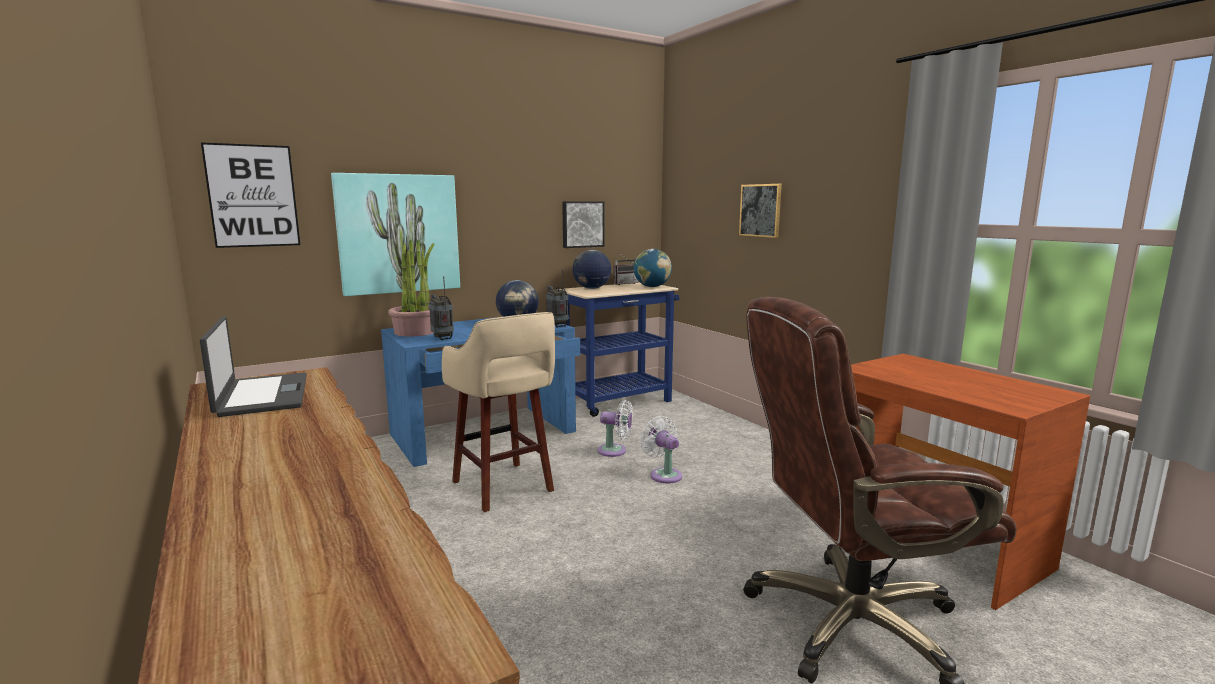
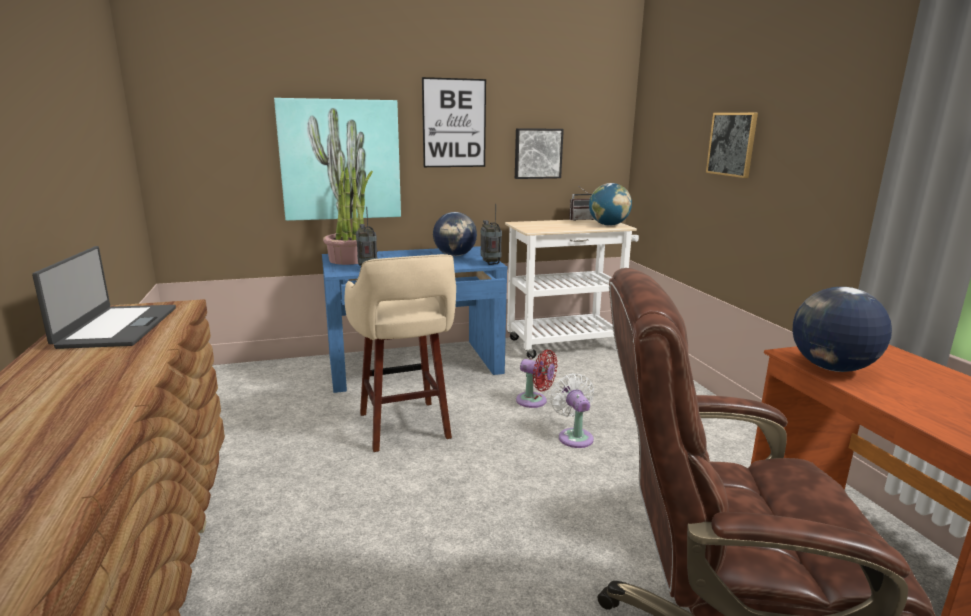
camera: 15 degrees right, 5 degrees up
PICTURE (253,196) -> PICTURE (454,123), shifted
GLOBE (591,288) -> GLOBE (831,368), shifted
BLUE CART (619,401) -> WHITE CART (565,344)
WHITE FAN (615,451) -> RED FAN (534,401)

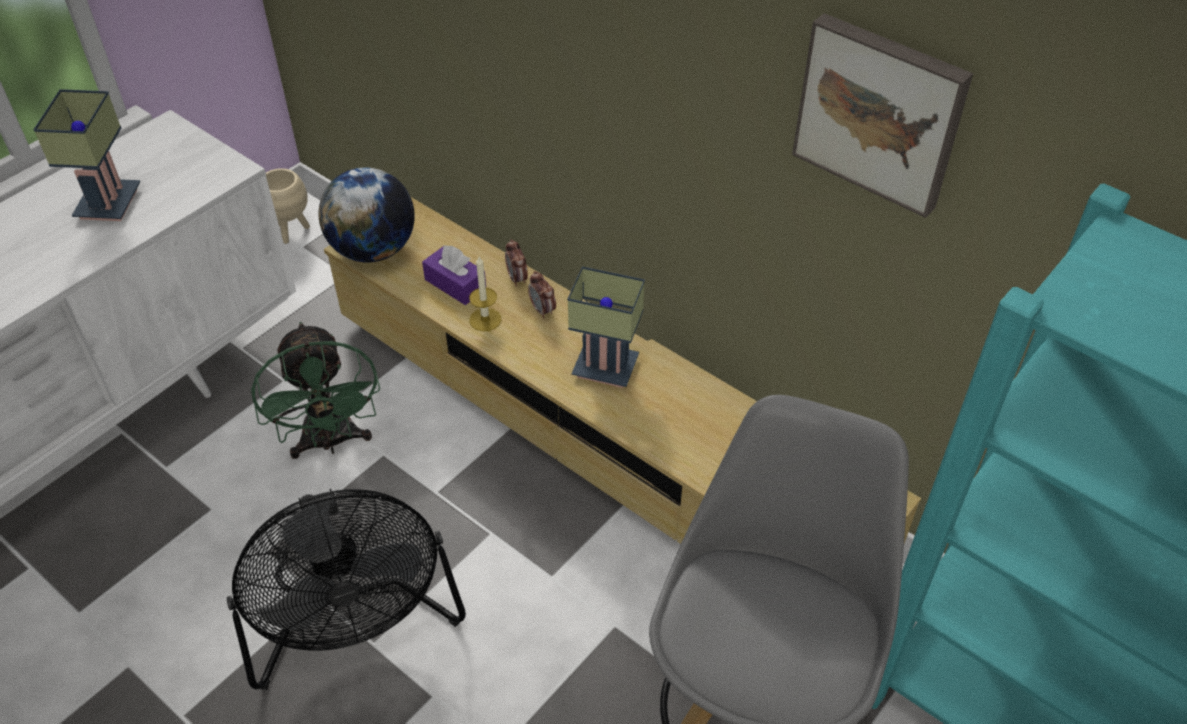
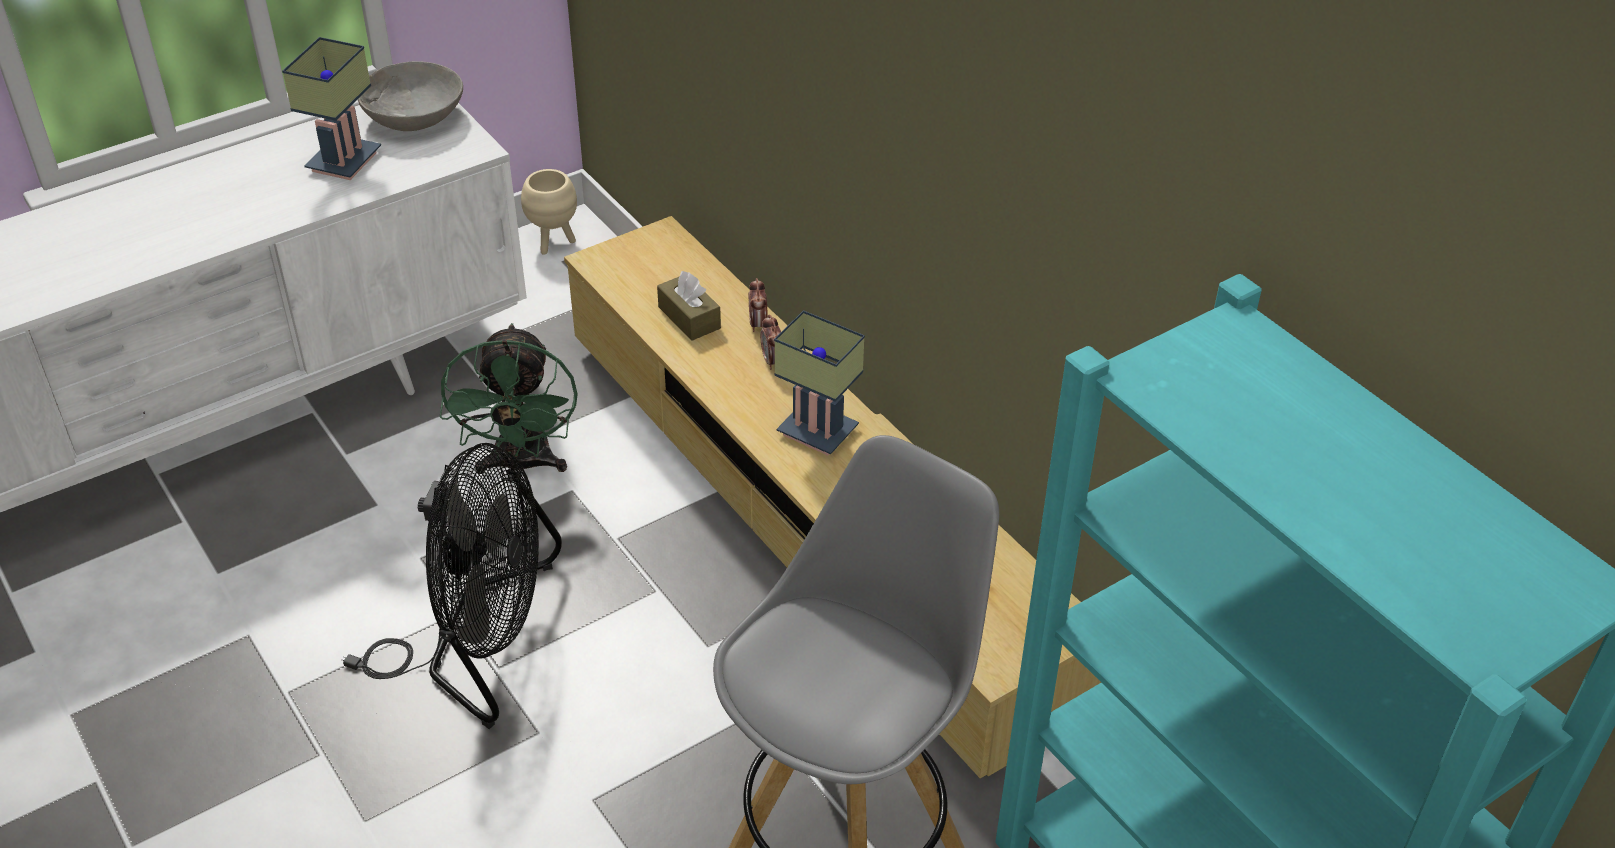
camera: 15 degrees right, 5 degrees down
PICTURE (880,112) -> none
GLOBE (373,250) -> none
PURPLE TISSUE BOX (455,284) -> BROWN TISSUE BOX (689,318)
CANDLE (485,319) -> none
BLACK FAN (345,622) -> BLACK FAN (476,643), 75 degrees counterclockwise
none -> GREY BOWL (414,117)

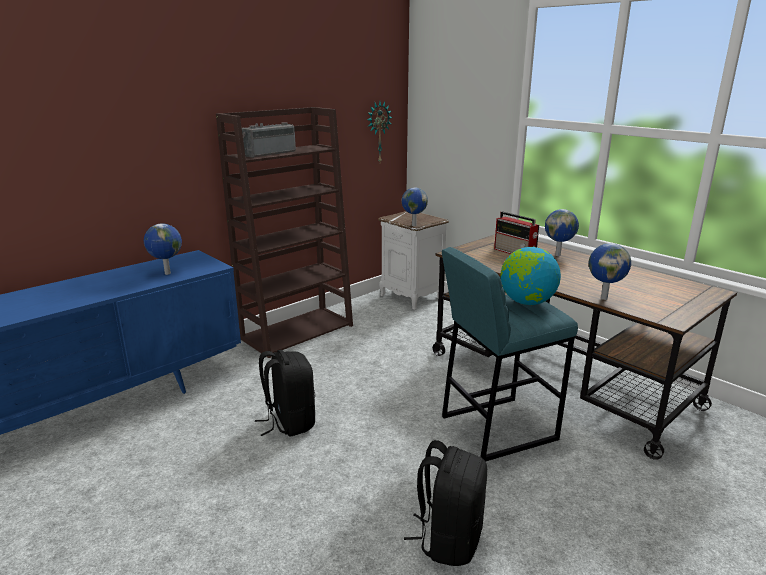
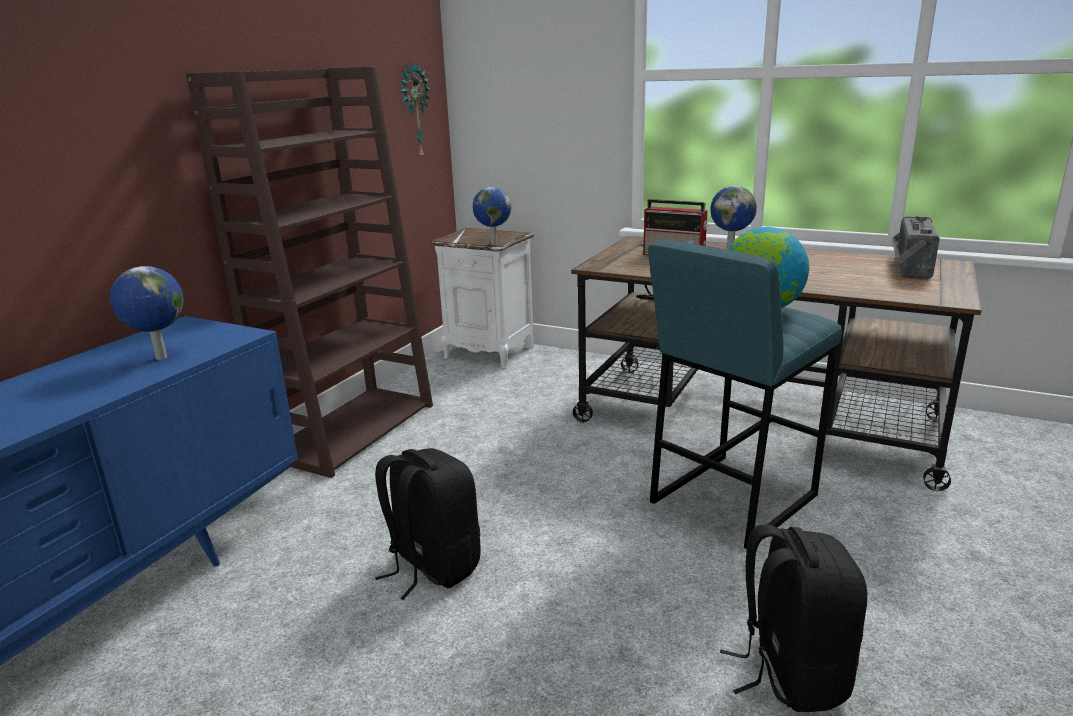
camera: 20 degrees left, 0 degrees up
RADIO (268,153) -> RADIO (907,267), shifted
GLOBE (604,298) -> none

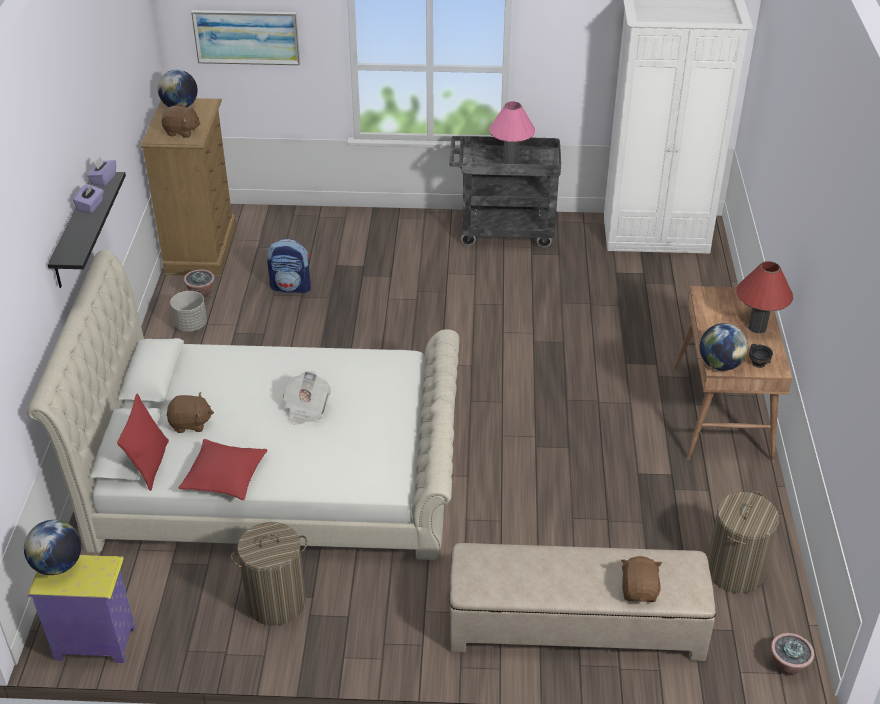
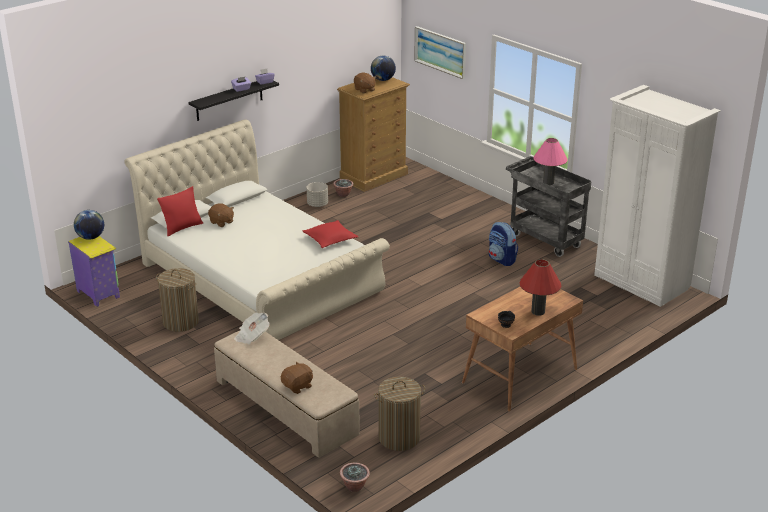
camera: 45 degrees right, 10 degrees down
BACKPACK (291,287) -> BACKPACK (502,260), shifted
GLOBE (720,365) -> none
NEWSPAPER (306,408) -> NEWSPAPER (252,336), shifted
RED PILLOW (224,476) -> RED PILLOW (330,239), shifted

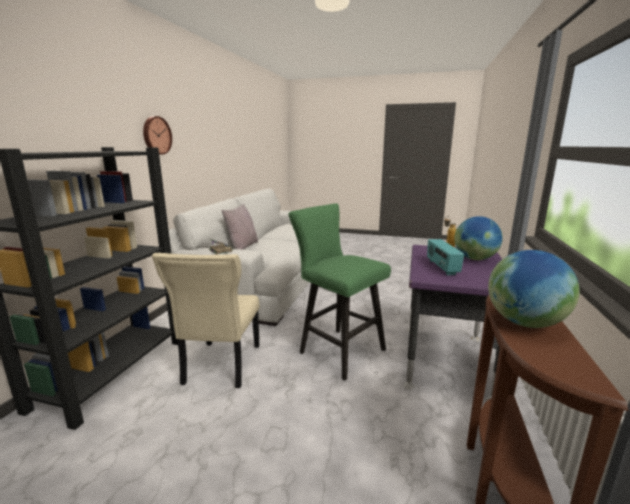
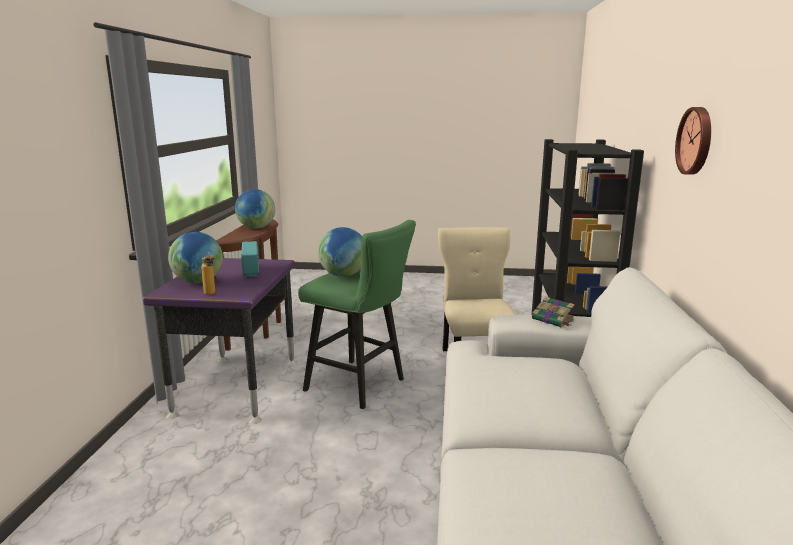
camera: 170 degrees right, 0 degrees up
PURPLE PILLOW (243,247) -> none
none -> GLOBE (343,275)

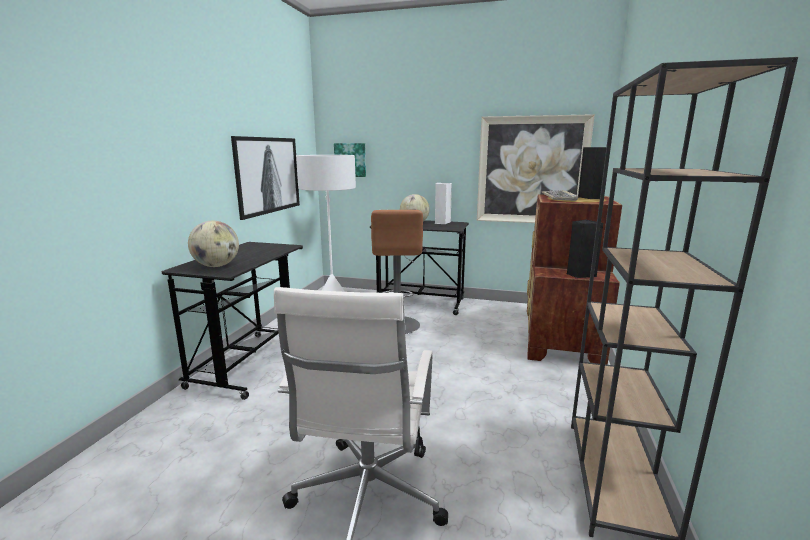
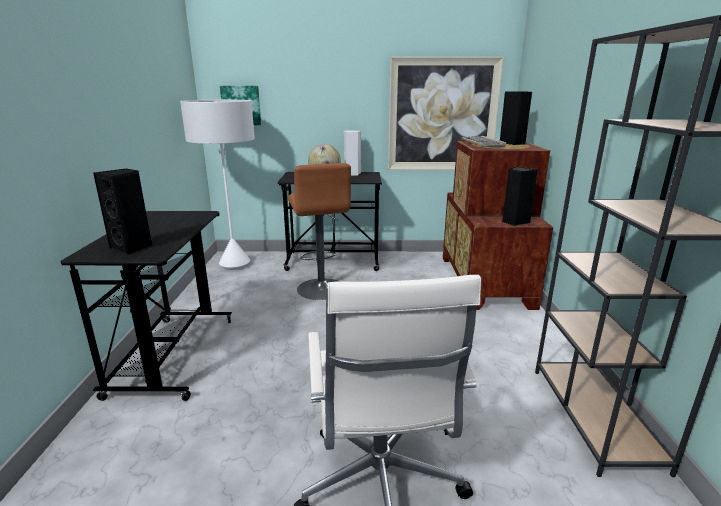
camera: 15 degrees left, 5 degrees up
PICTURE (268,175) -> none
GLOBE (216,266) -> BLACK SPEAKER (132,247)

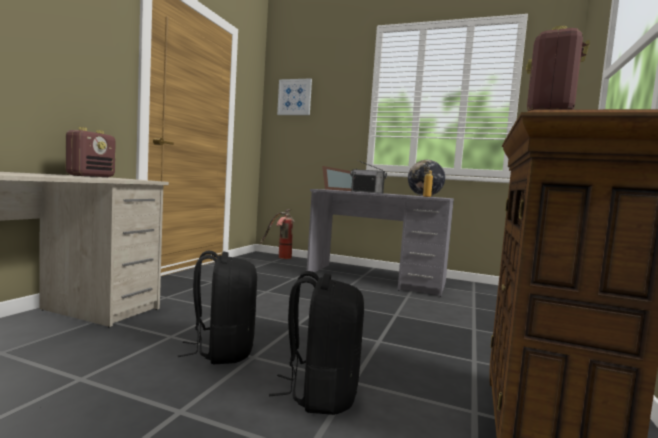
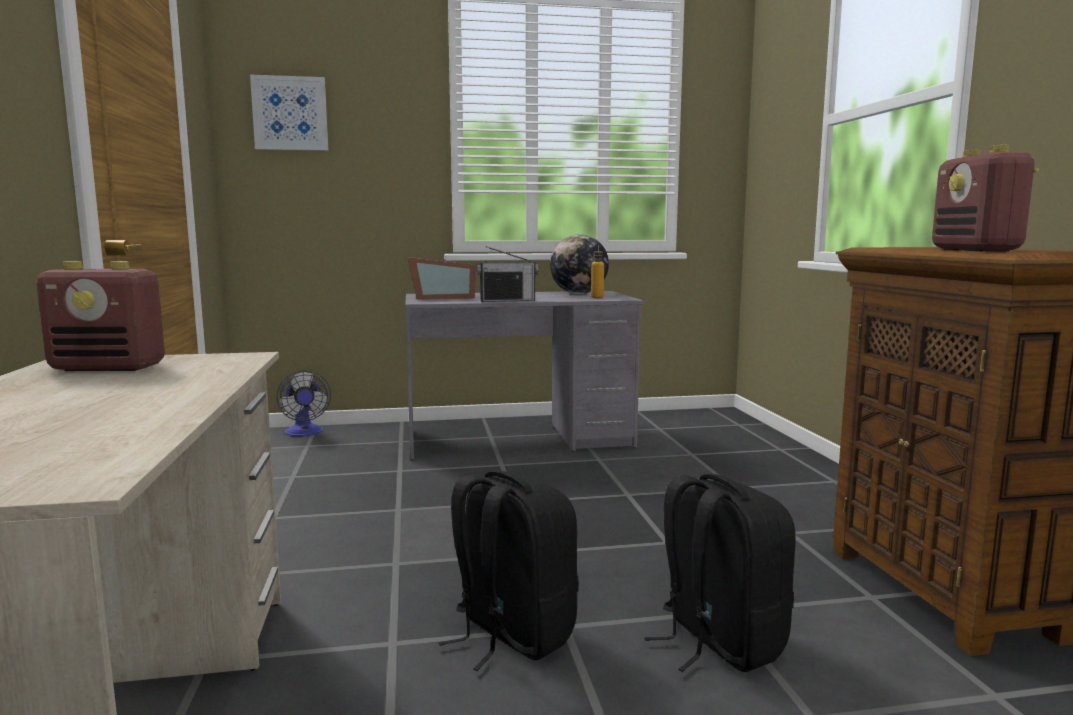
camera: 30 degrees left, 5 degrees up
RADIO (91,176) -> RADIO (109,368), 105 degrees clockwise
FIRE EXTINGUISHER (279,257) -> FAN (305,433)

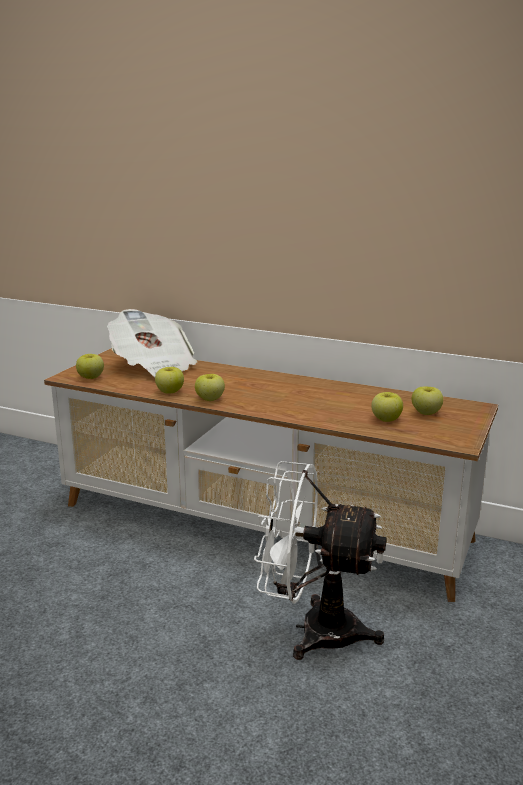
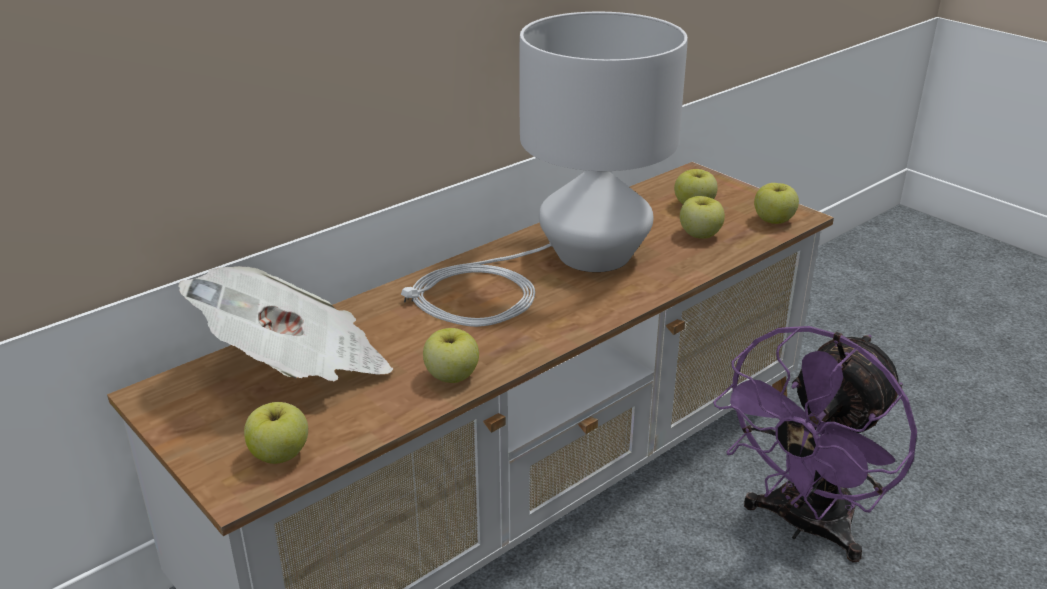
camera: 65 degrees left, 10 degrees up
APPLE (210,399) -> APPLE (773,221), shifted
WHITE FAN (313,630) -> PURPLE FAN (804,526)
none -> GREY TABLE LAMP (548,269)

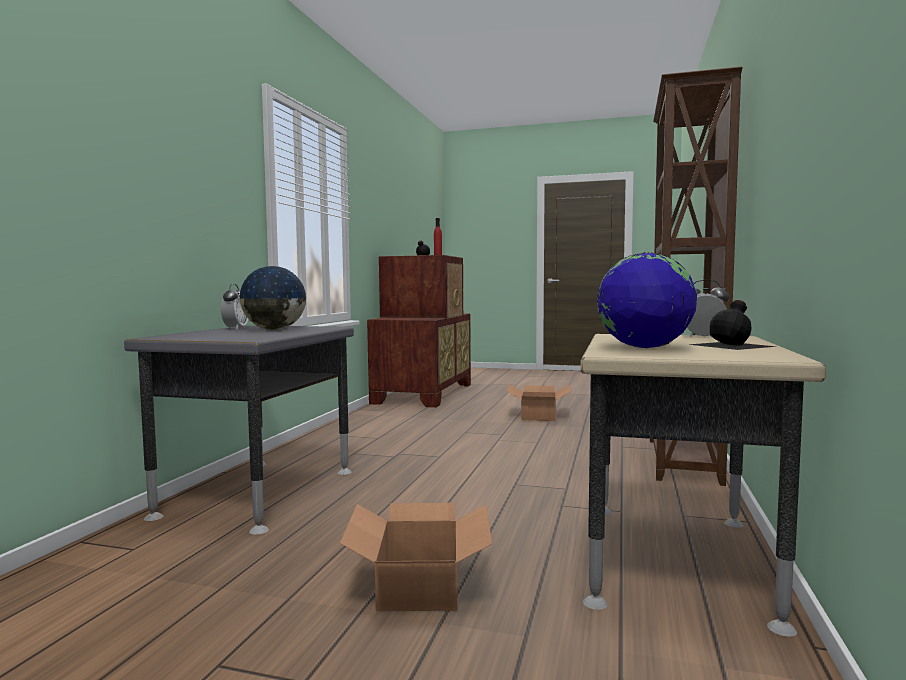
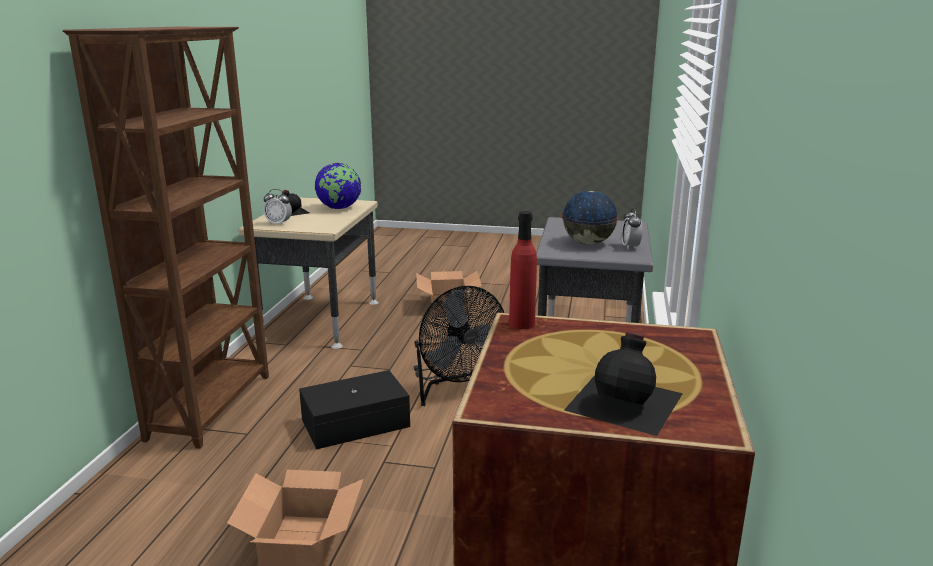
camera: 175 degrees right, 15 degrees up
none -> BLACK FAN (456,386)
none -> BLACK STORAGE BOX (354,422)

